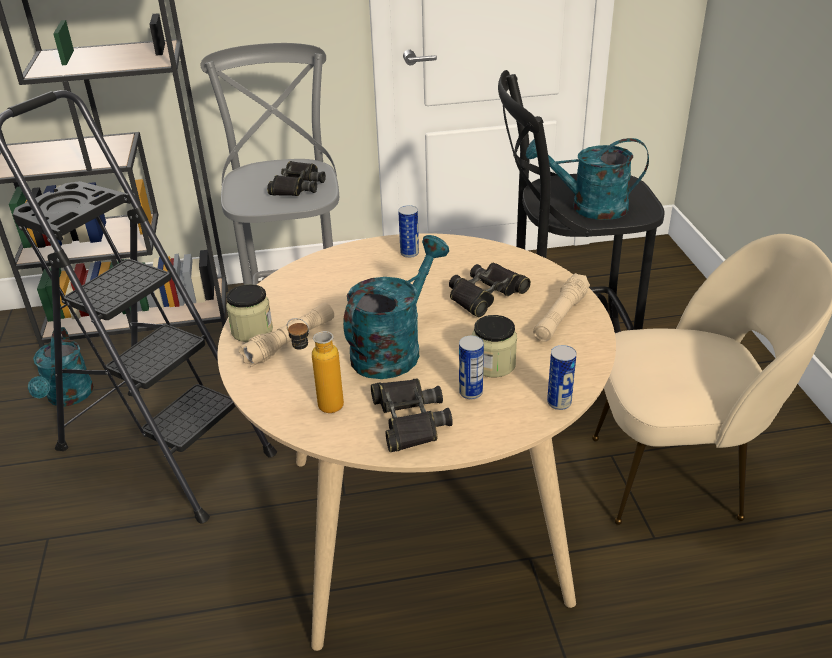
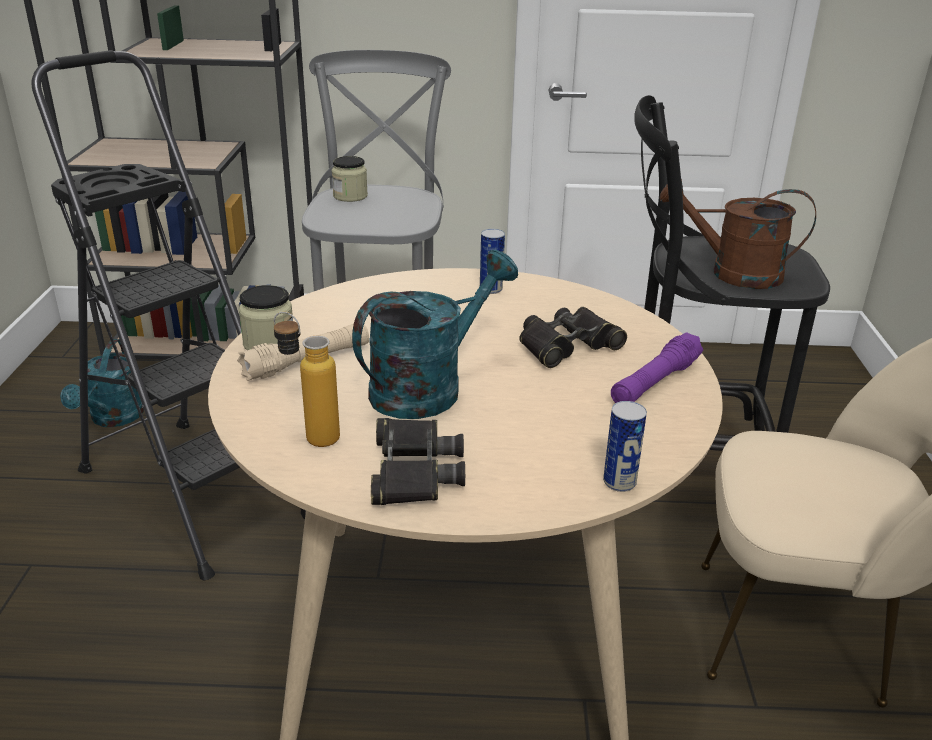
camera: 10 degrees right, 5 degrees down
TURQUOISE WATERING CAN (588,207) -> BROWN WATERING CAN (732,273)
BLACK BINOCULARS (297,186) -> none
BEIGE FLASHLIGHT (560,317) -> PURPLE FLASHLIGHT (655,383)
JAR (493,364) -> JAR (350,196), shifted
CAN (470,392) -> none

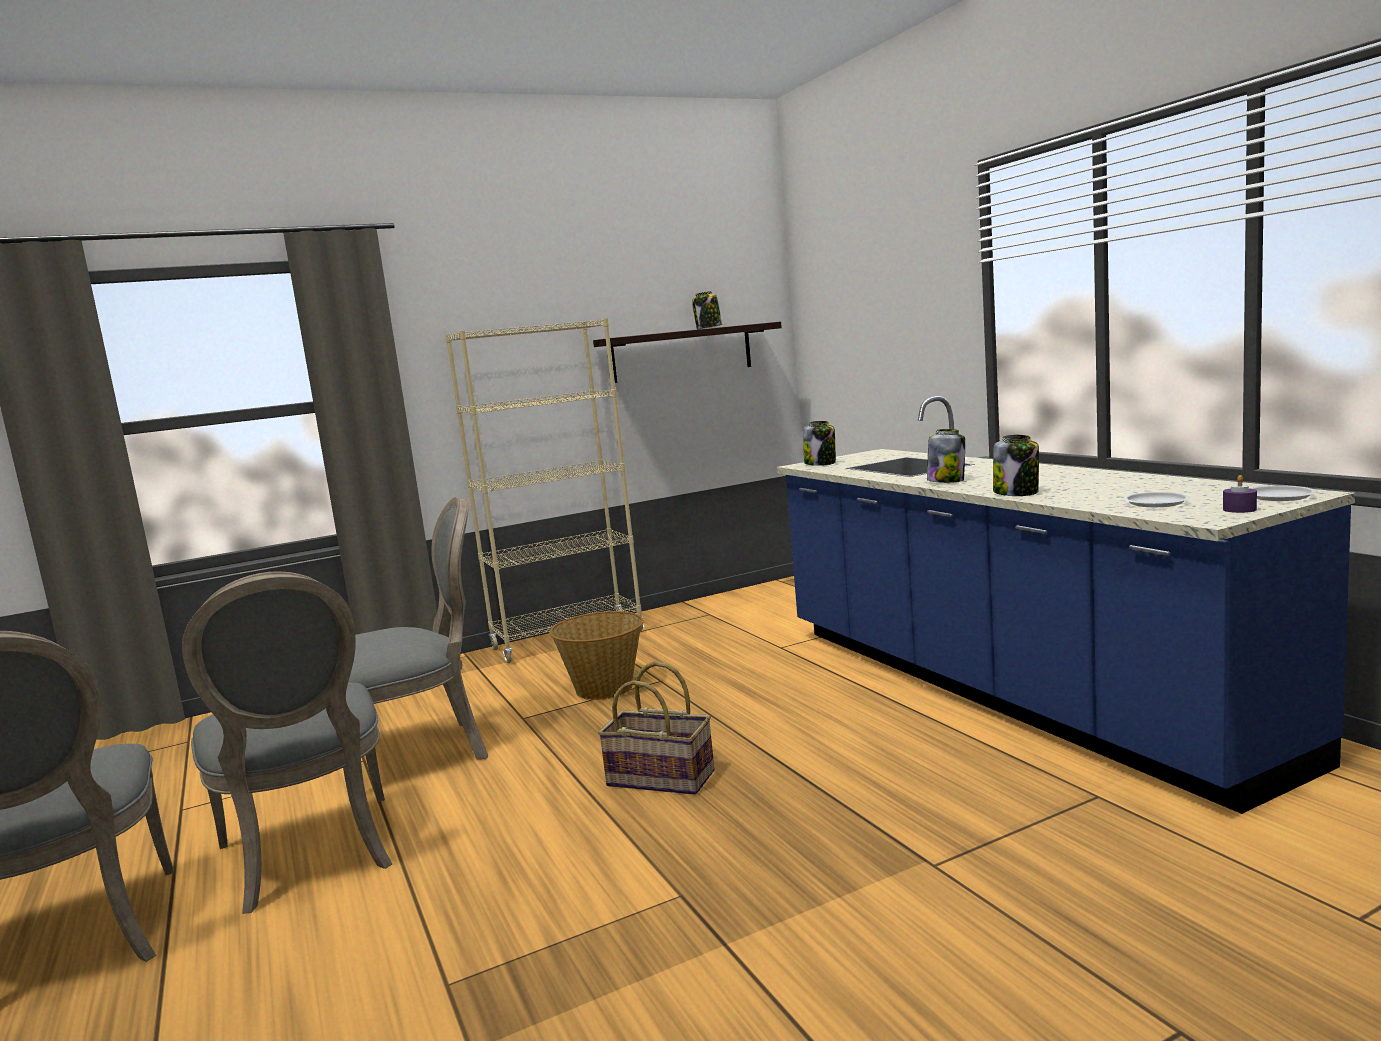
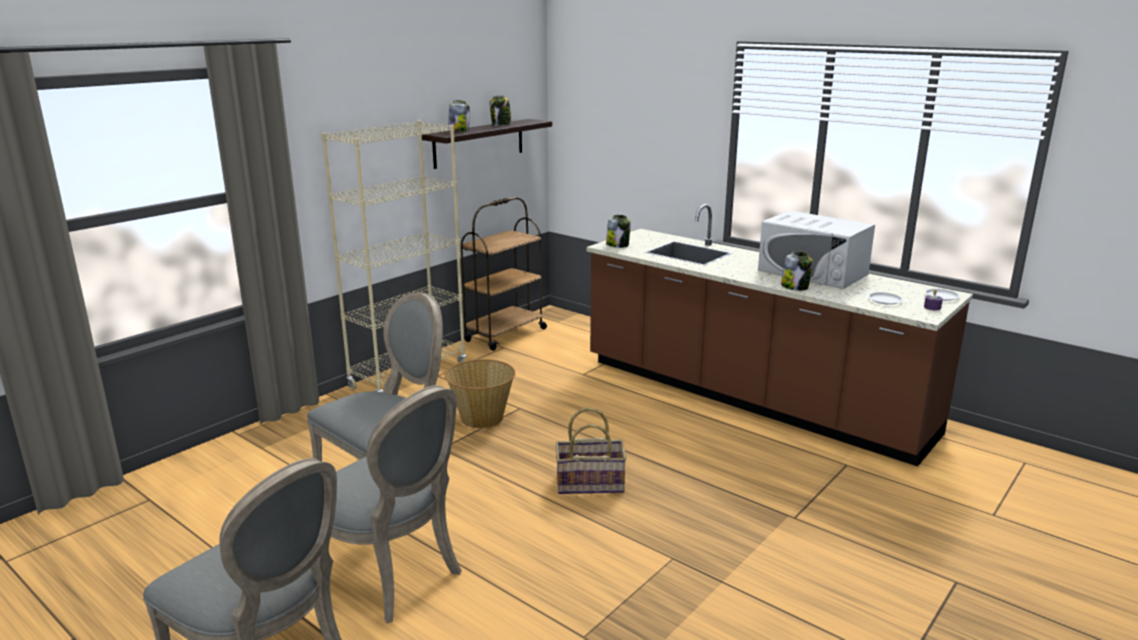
camera: 25 degrees left, 10 degrees up
BLUE COUNTER (1004,689) -> BROWN COUNTER (751,397)
JAR (946,481) -> JAR (459,131), shifted
none -> BROWN CART (504,335)
none -> WHITE MICROWAVE (812,272)

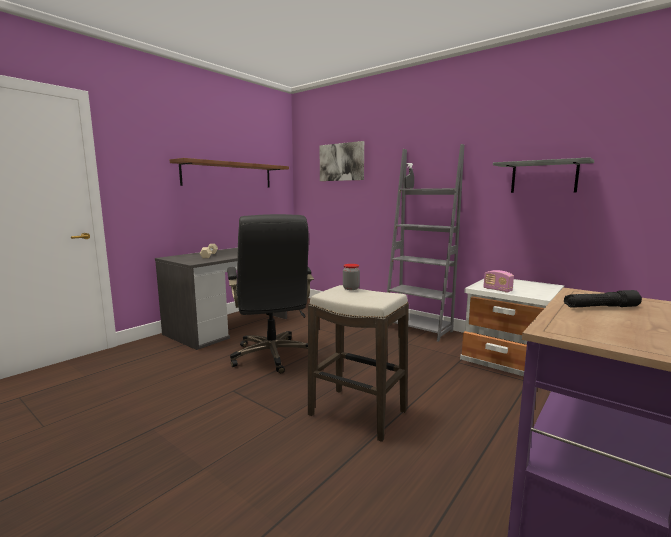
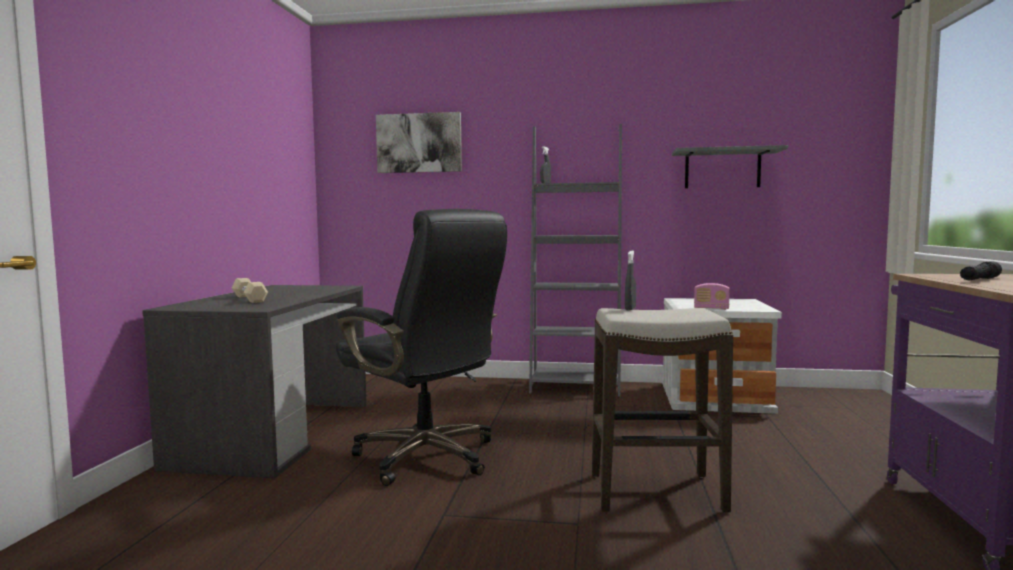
camera: 30 degrees left, 5 degrees down
BROWN SHELF (228,175) -> none
JAR (351,288) -> GREY SPRAY BOTTLE (630,309)

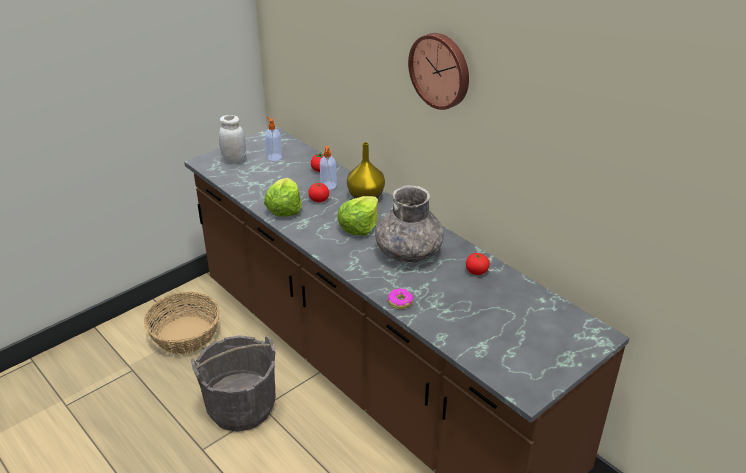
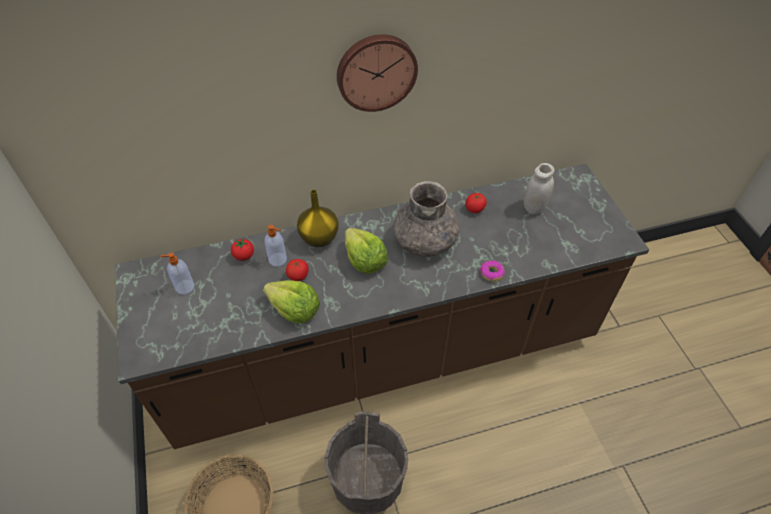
camera: 65 degrees left, 15 degrees up
WHITE JAR (234,160) -> WHITE JAR (534,207), shifted

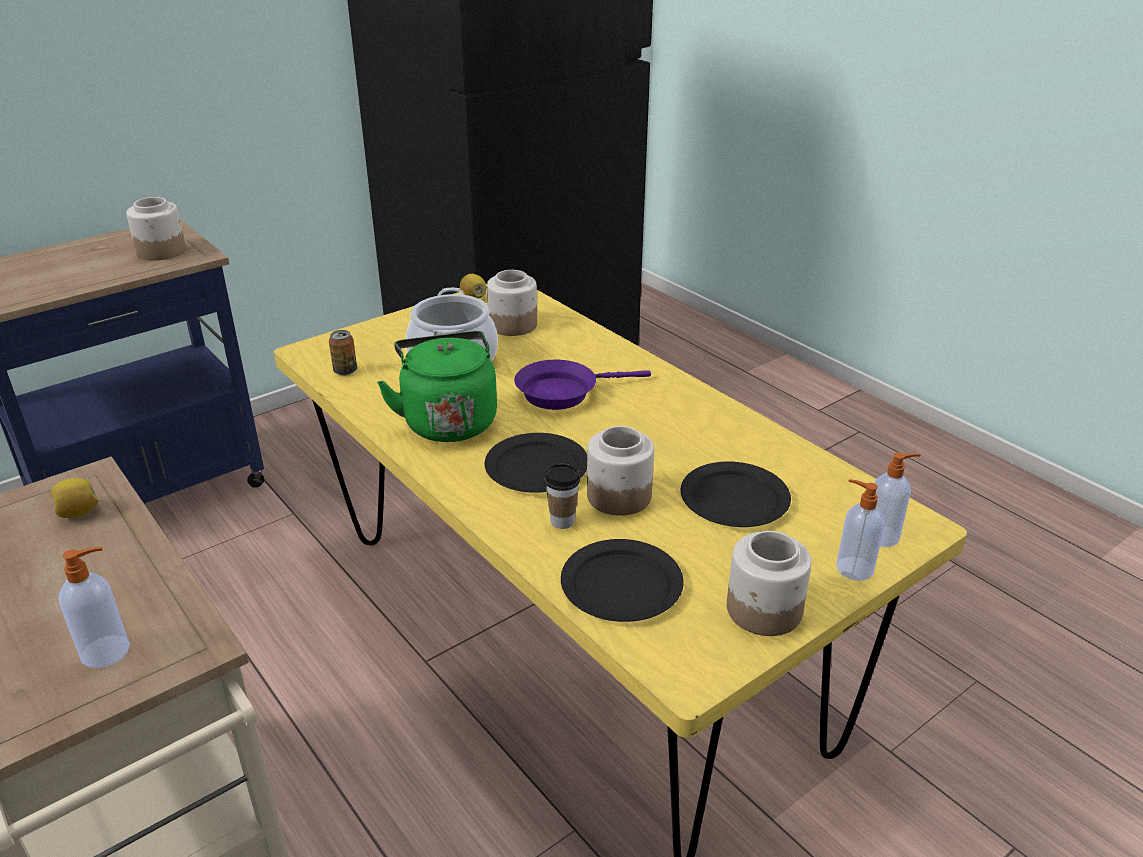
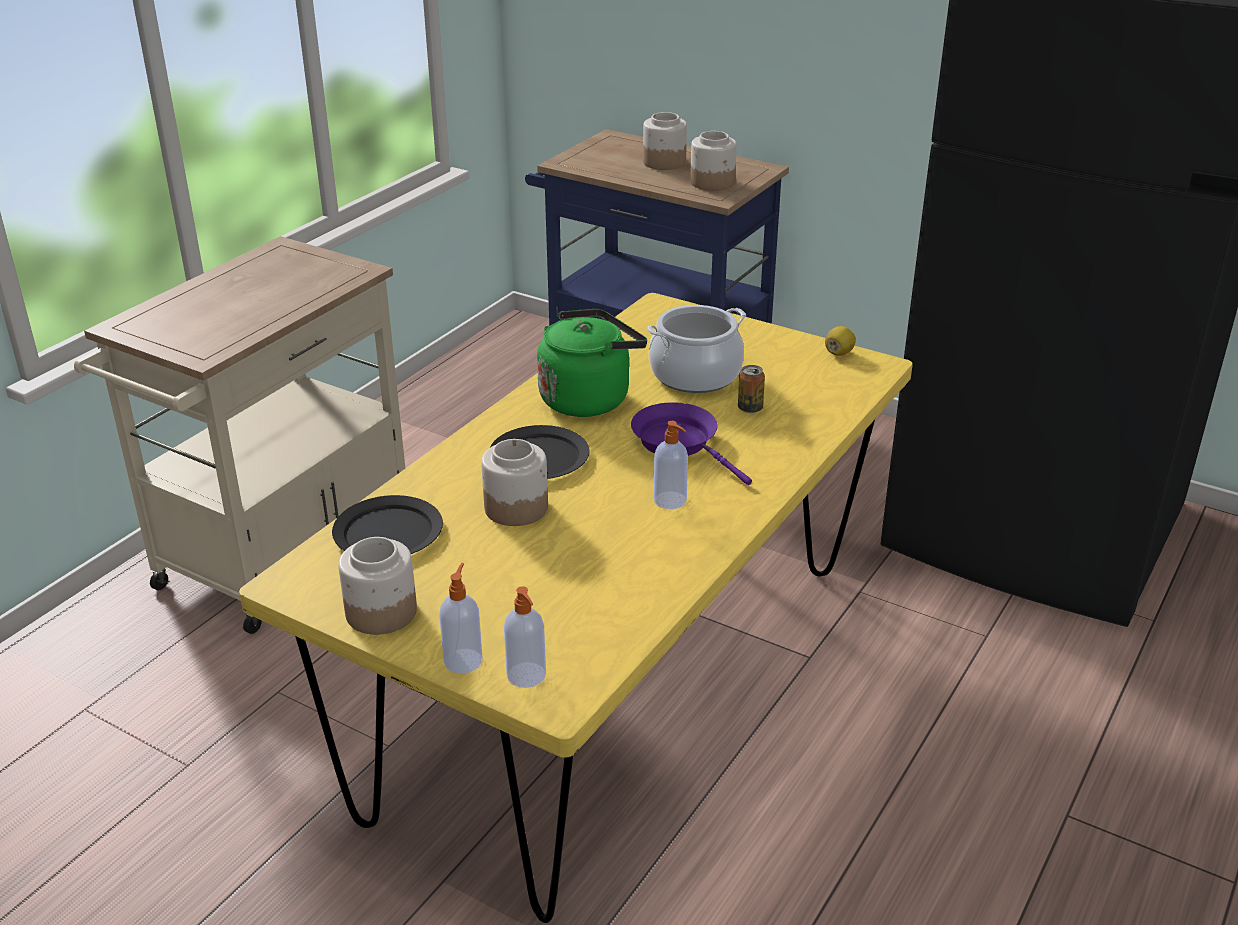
camera: 70 degrees right, 0 degrees up
JAR (512,325) -> JAR (663,162), shifted
CAN (345,371) -> CAN (750,408), shifted
BLACK PLATE (735,499) -> none
CUP (562,521) -> none
LEMON (78,513) -> none
SOAP DISPENSER (107,651) -> SOAP DISPENSER (671,501), shifted

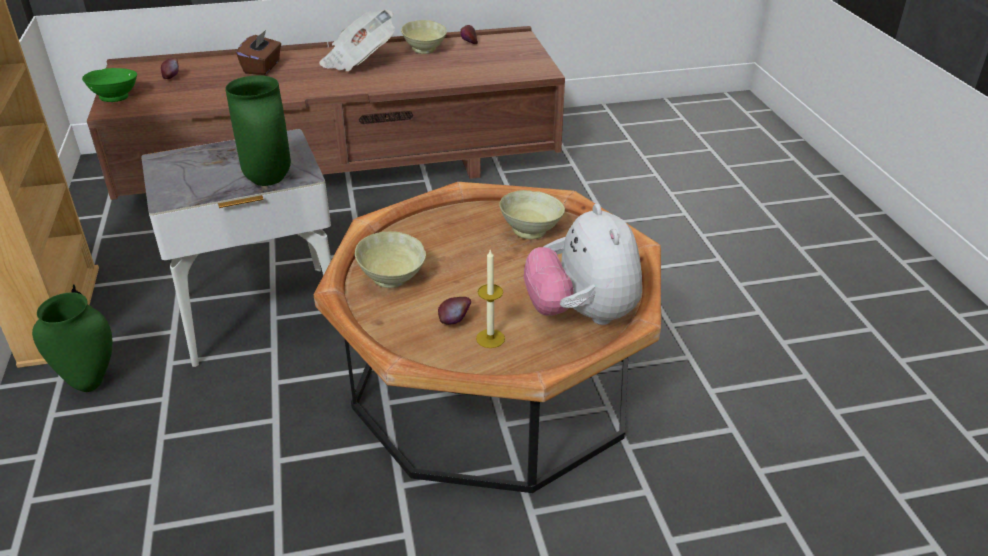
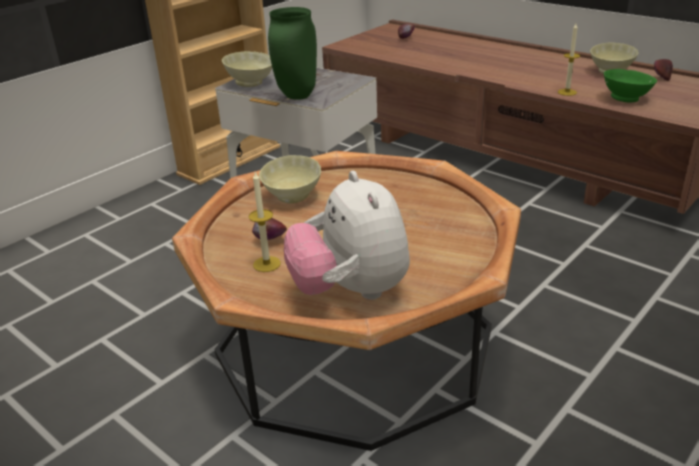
camera: 55 degrees right, 5 degrees down
NEWSPAPER (358,61) -> none
BROWN TISSUE BOX (262,67) -> none
GREEN BOWL (116,97) -> GREEN BOWL (626,99), shifted
BEIGE BOWL (531,231) -> BEIGE BOWL (250,83), shifted
PLUSH TOY (582,314) -> PLUSH TOY (350,291), 60 degrees counterclockwise
GREEN VASE (90,383) -> none
none -> CANDLE (567,92)

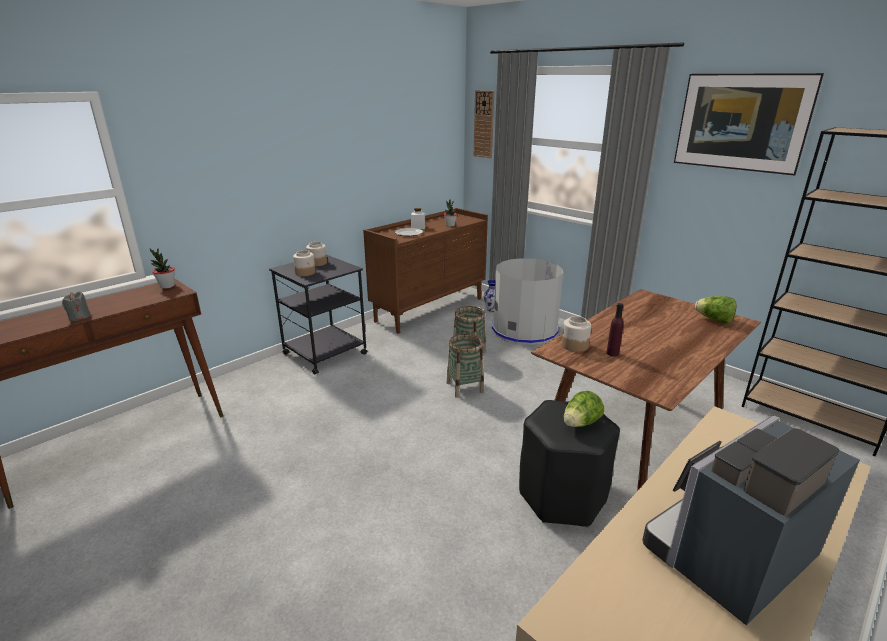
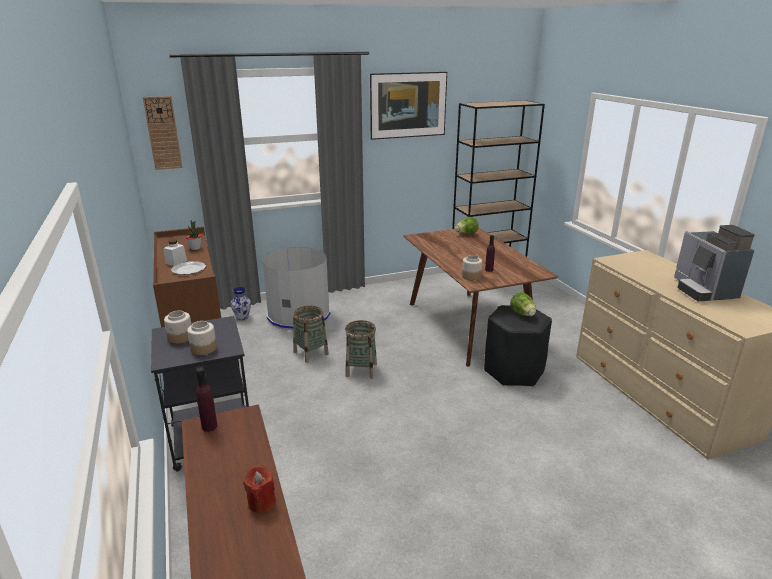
camera: 65 degrees left, 0 degrees up
POTTED PLANT (167,286) -> PURPLE BOTTLE (209,426)
GREY CANDLE (79,317) -> RED CANDLE (261,502)

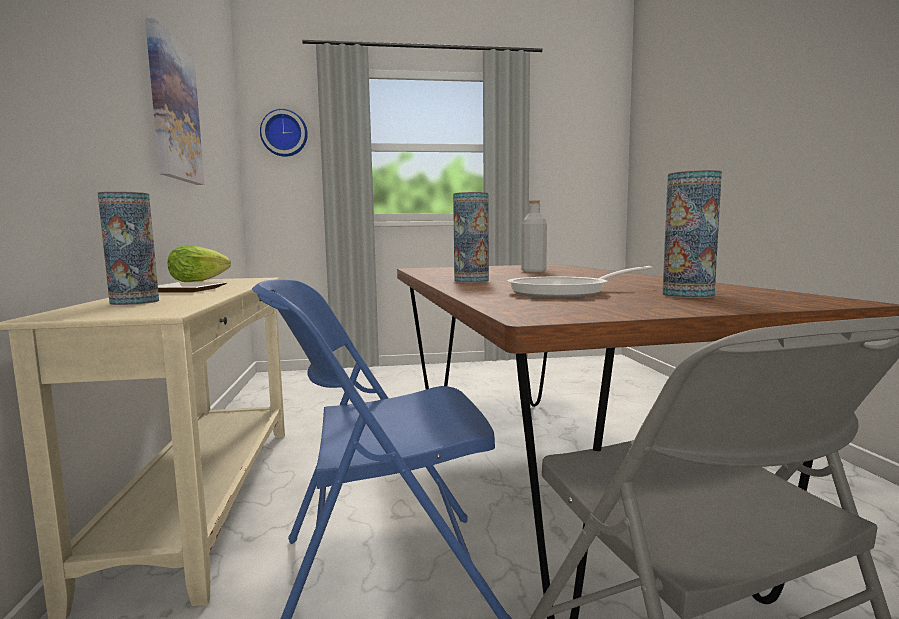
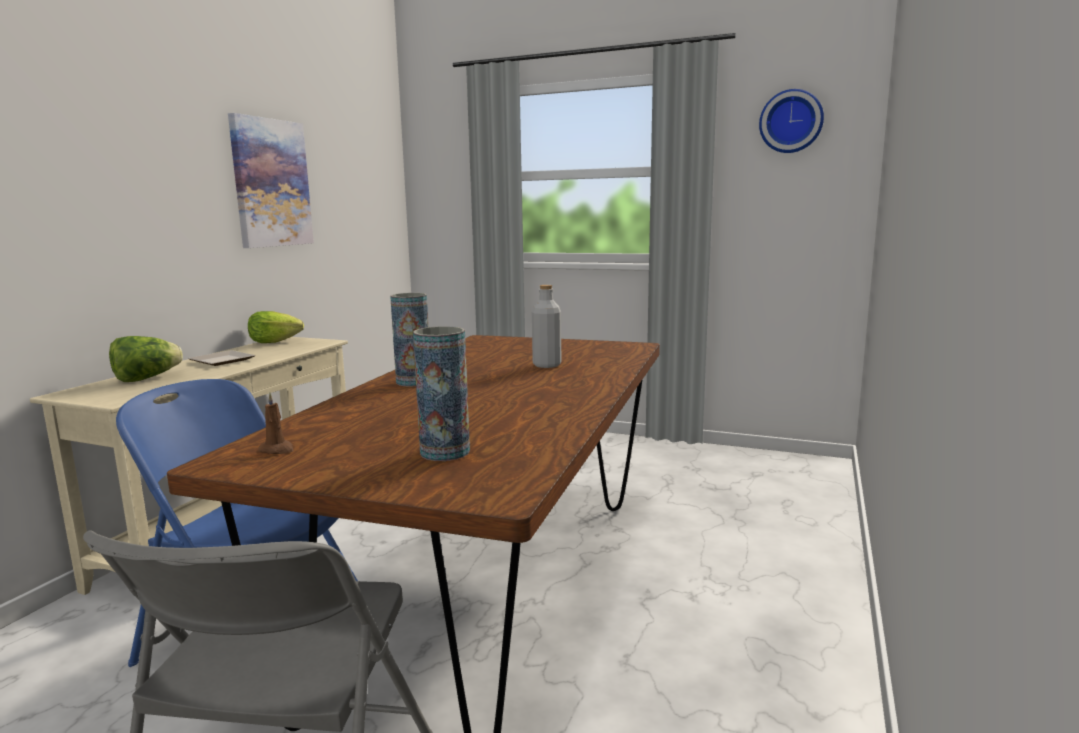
camera: 30 degrees right, 5 degrees up
WALL CLOCK (284,133) -> WALL CLOCK (791,121), shifted
VASE (134,302) -> LETTUCE (146,379)
FRYING PAN (566,292) -> none
none -> BROWN CANDLE (277,450)

